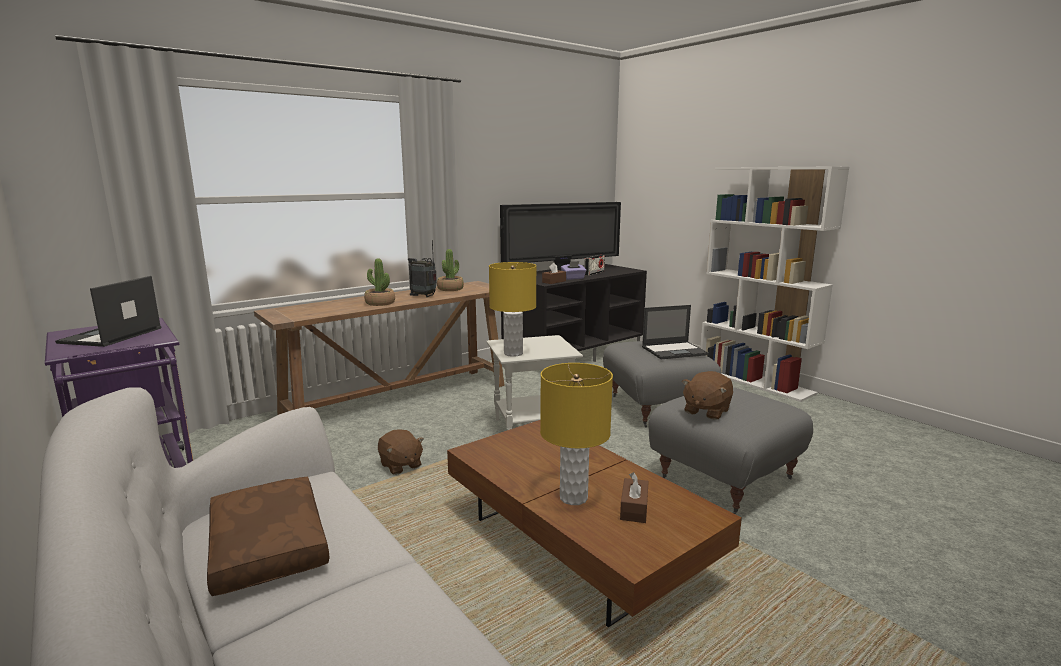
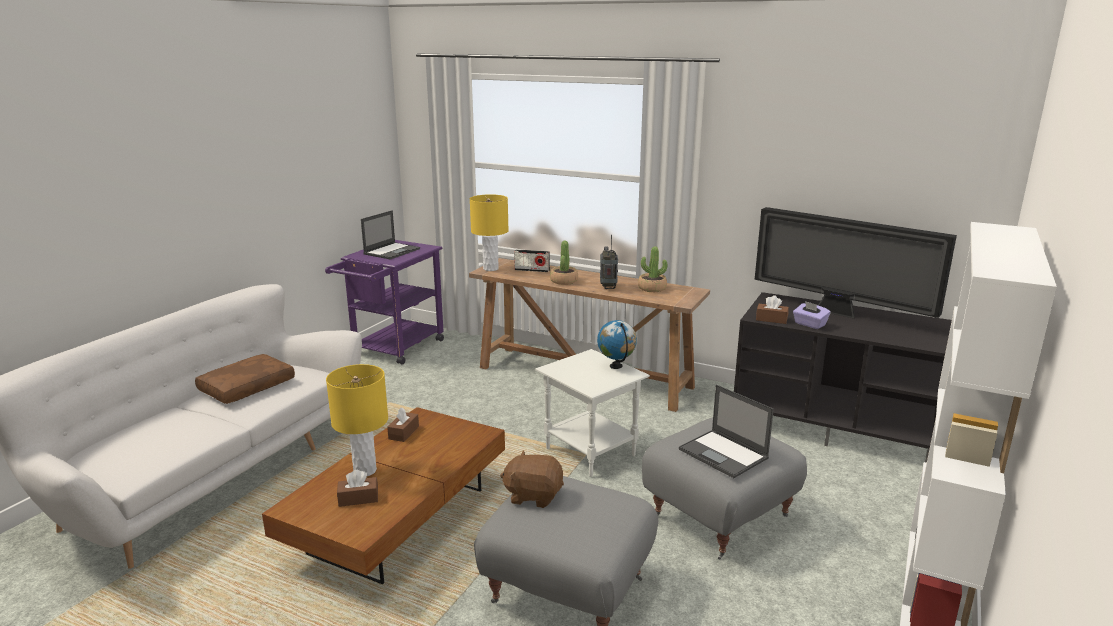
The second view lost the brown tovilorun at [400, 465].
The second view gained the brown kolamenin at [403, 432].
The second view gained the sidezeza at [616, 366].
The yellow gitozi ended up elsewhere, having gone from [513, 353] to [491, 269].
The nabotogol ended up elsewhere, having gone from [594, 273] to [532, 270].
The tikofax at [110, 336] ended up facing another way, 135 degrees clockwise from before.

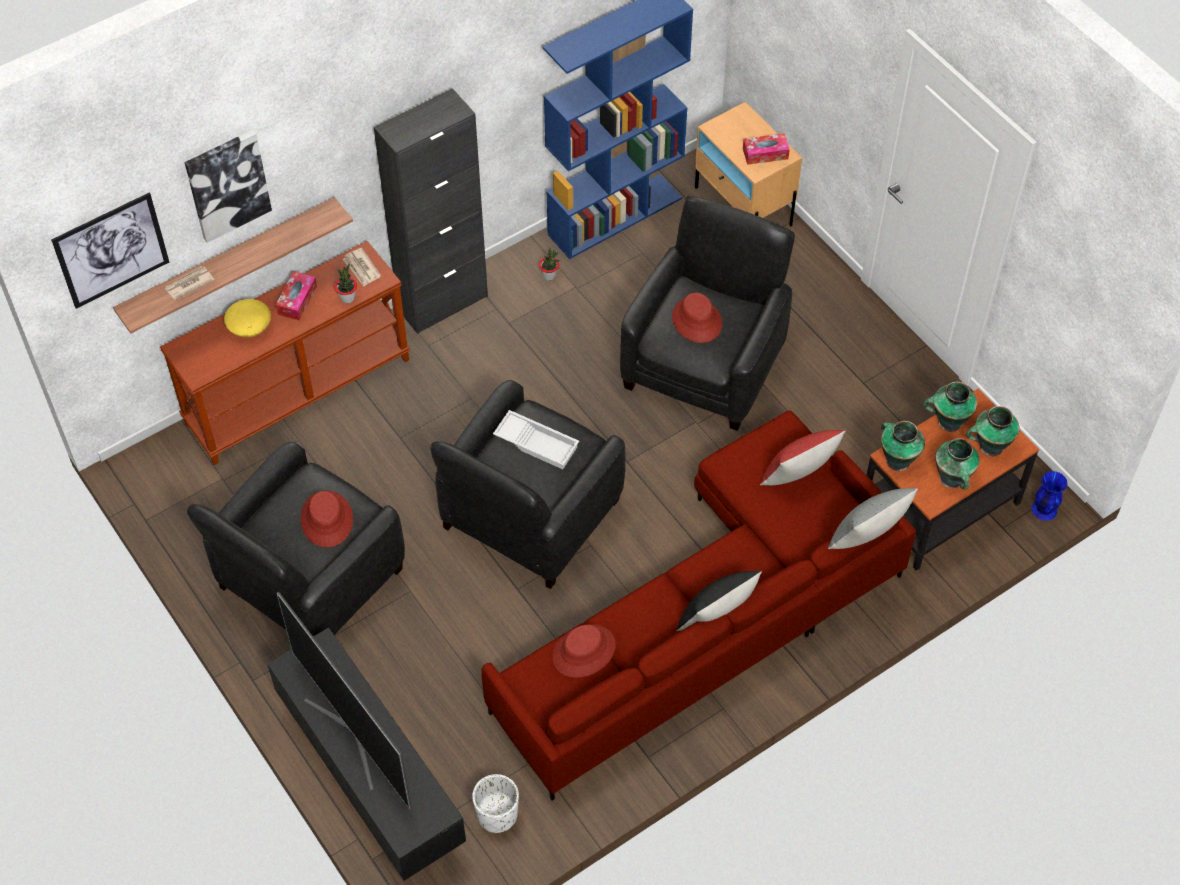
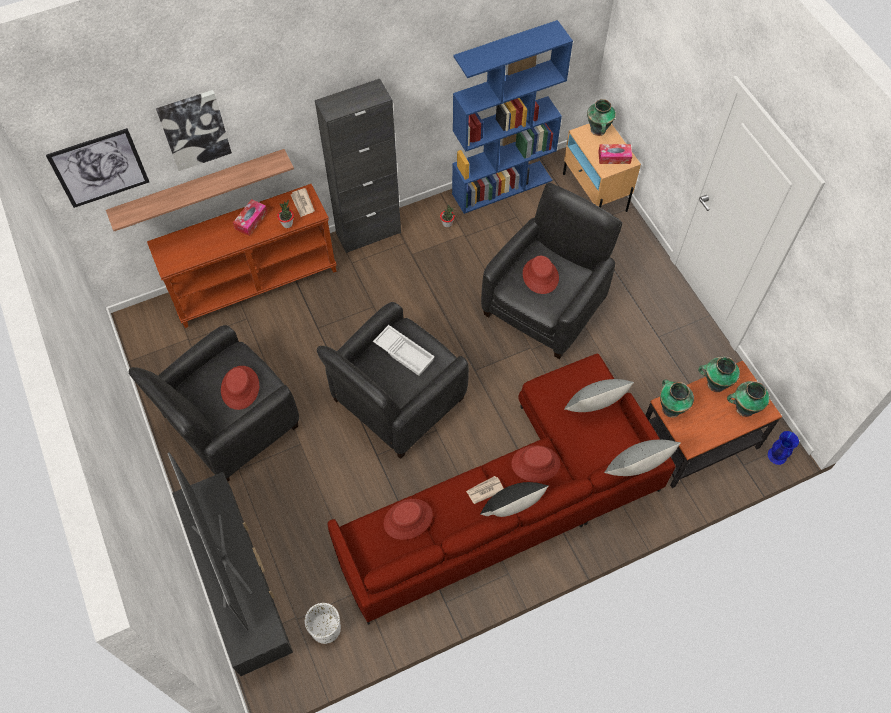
The second view lost the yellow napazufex at [249, 328].
The second view gained the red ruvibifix at [535, 463].
The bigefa ended up elsewhere, having gone from [188, 284] to [484, 490].
The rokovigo ended up elsewhere, having gone from [952, 480] to [598, 131].
What was the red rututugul at [798, 478] turned into the grey rututugul at [594, 408].

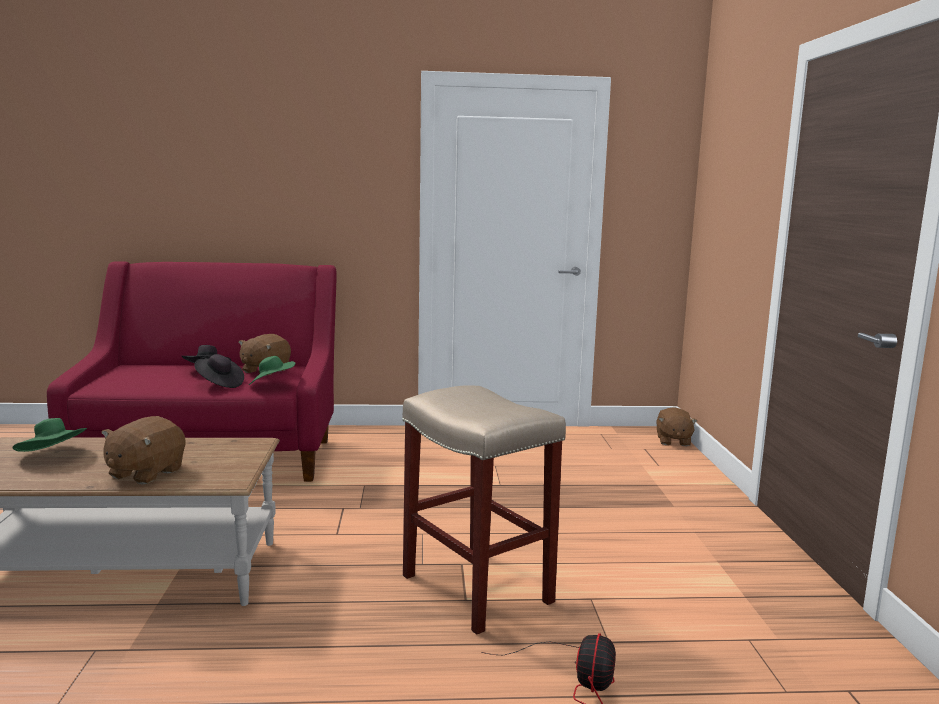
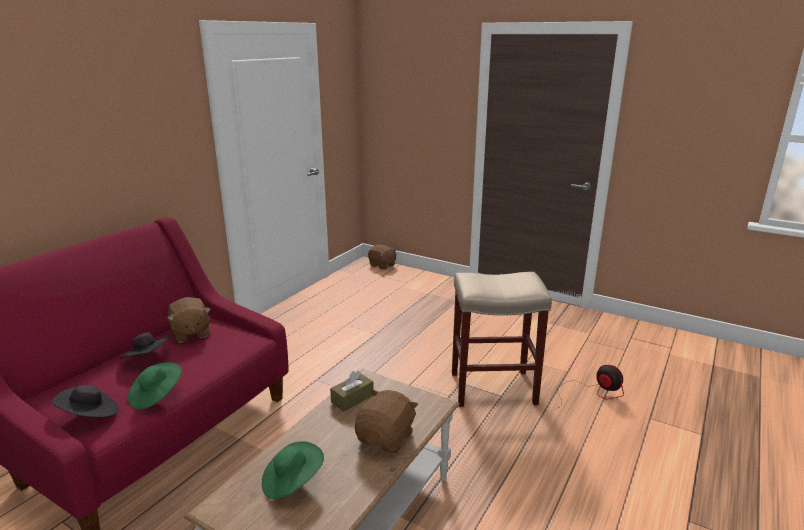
The second view gained the brown kolamenin at [352, 399].
The black ruvibifix ended up elsewhere, having gone from [219, 384] to [90, 415].
The green ruvibifix ended up elsewhere, having gone from [272, 385] to [156, 396].
The brown tovilorun at [145, 473] ended up facing another way, 120 degrees counterclockwise from before.

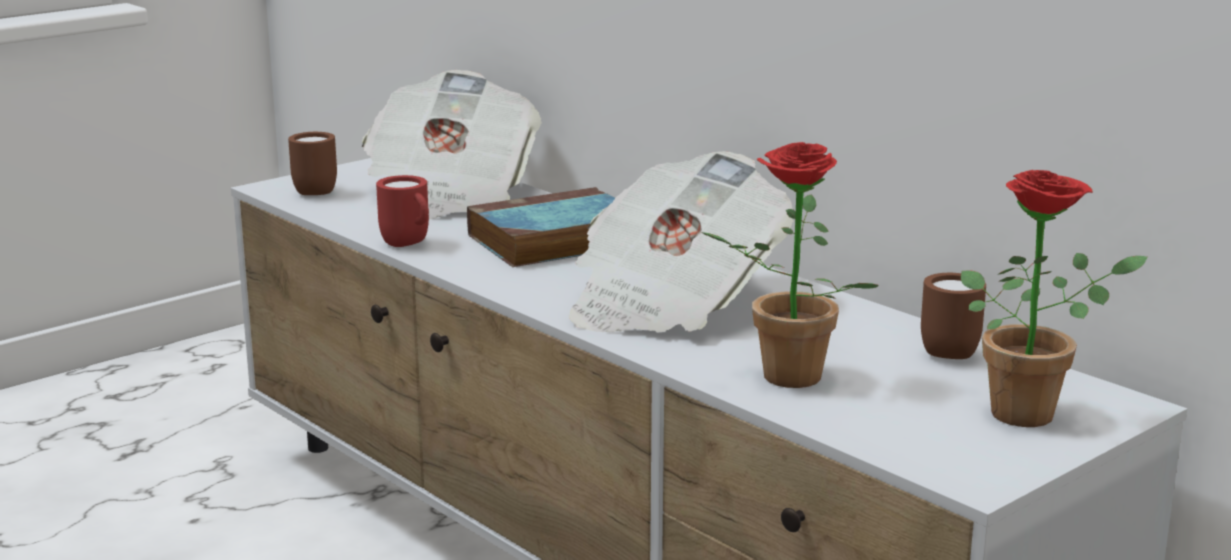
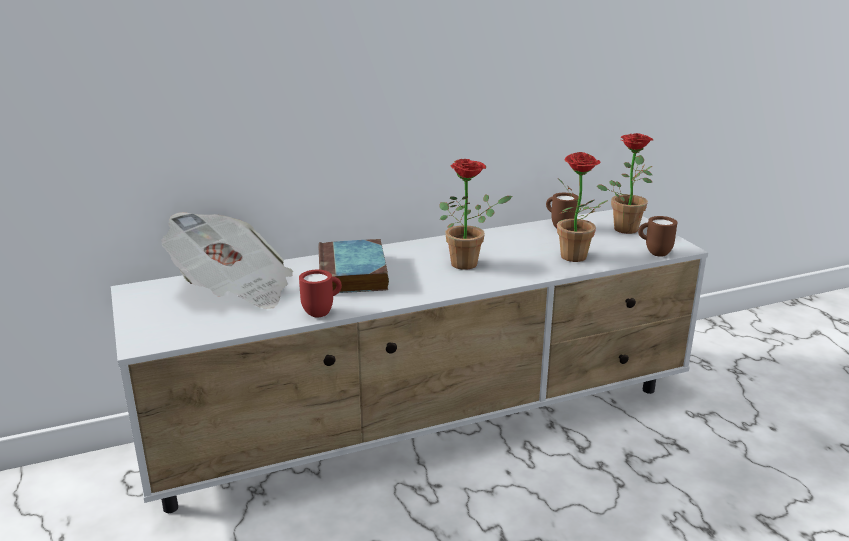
The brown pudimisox ended up elsewhere, having gone from [315, 191] to [654, 253].
Where the bigefa stood at [671, 302], the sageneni came to stand at [470, 263].

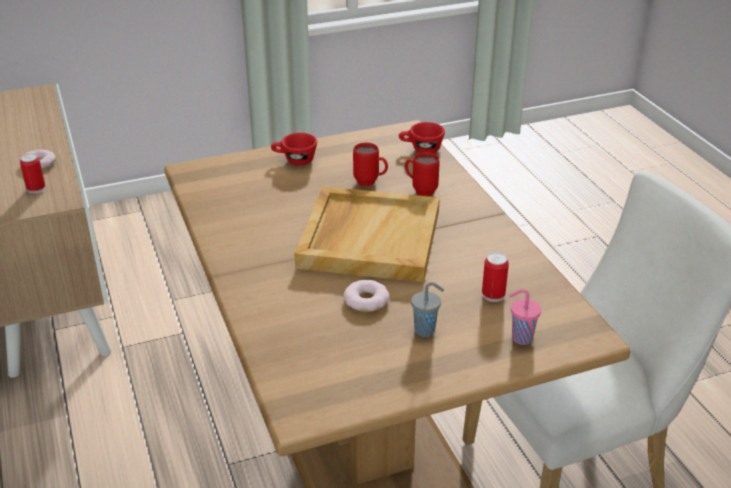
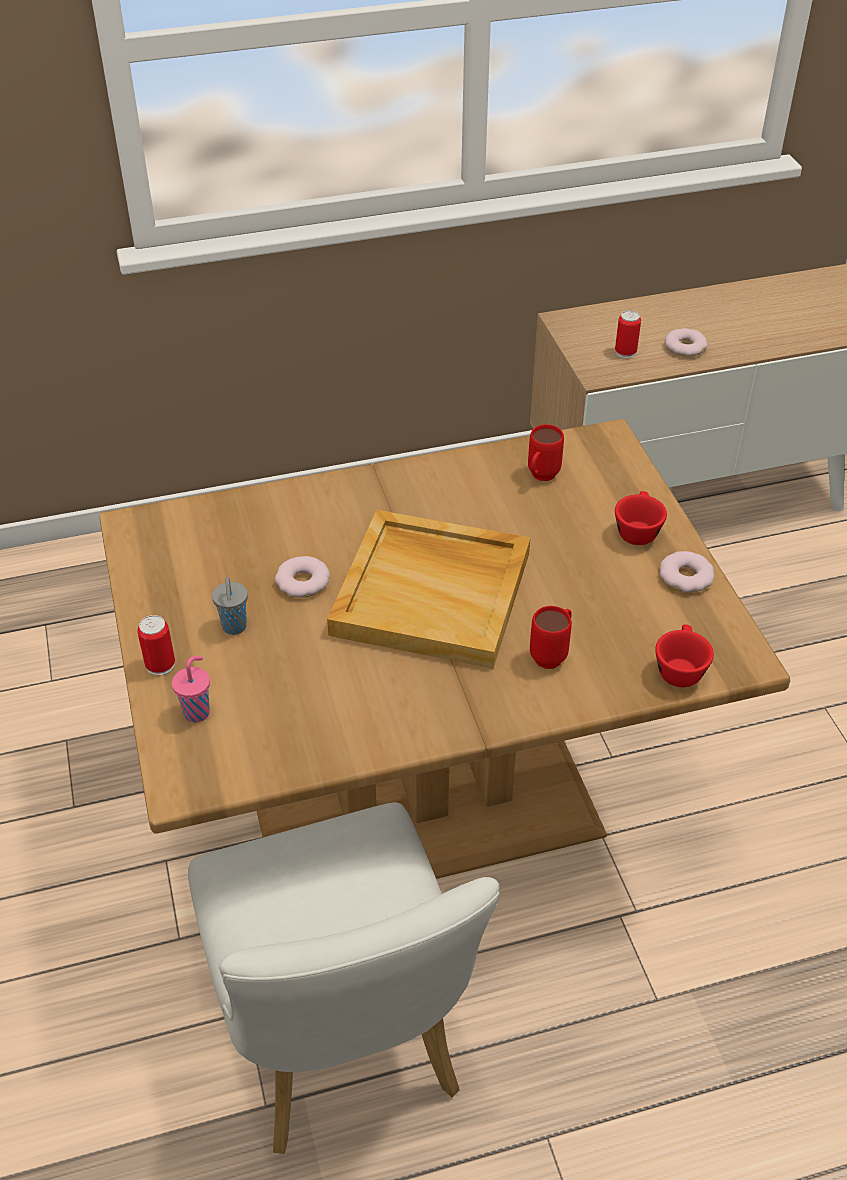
The second view gained the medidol at [686, 577].
The red pudimisox ended up elsewhere, having gone from [370, 183] to [540, 478].
The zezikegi ended up elsewhere, having gone from [493, 295] to [160, 665].

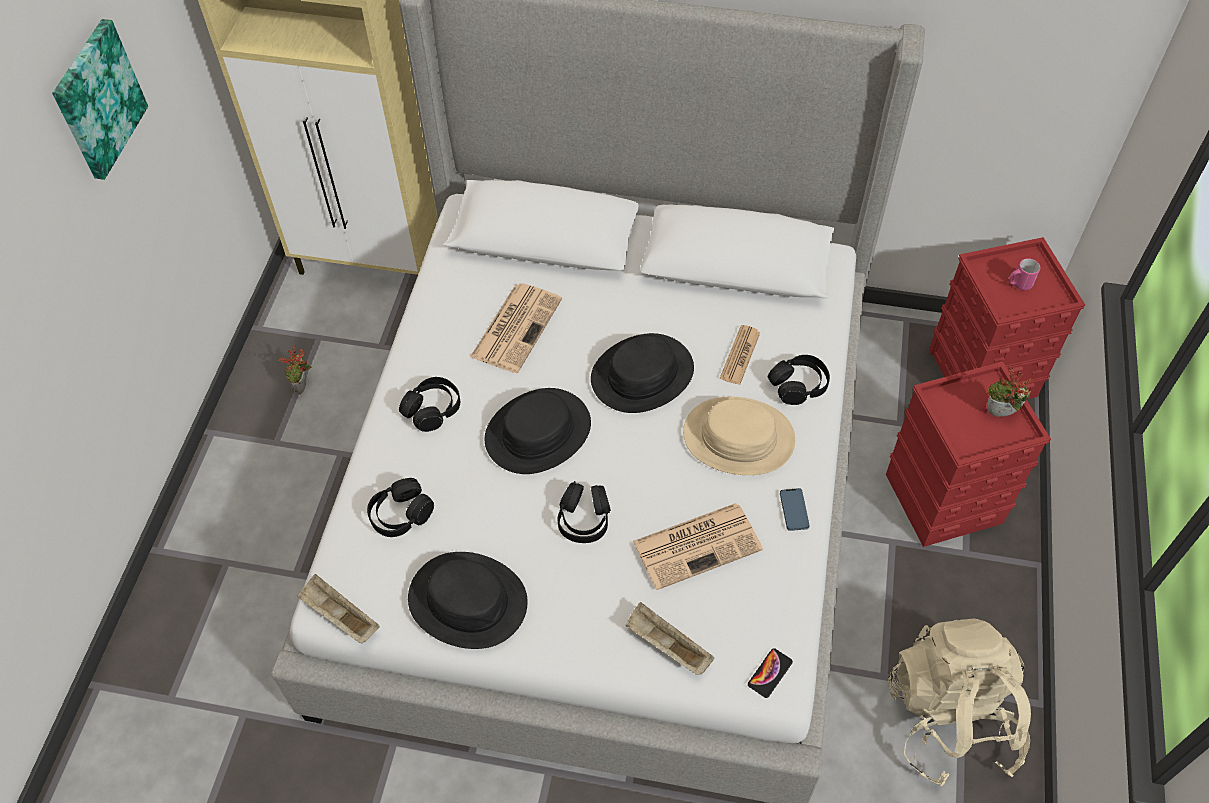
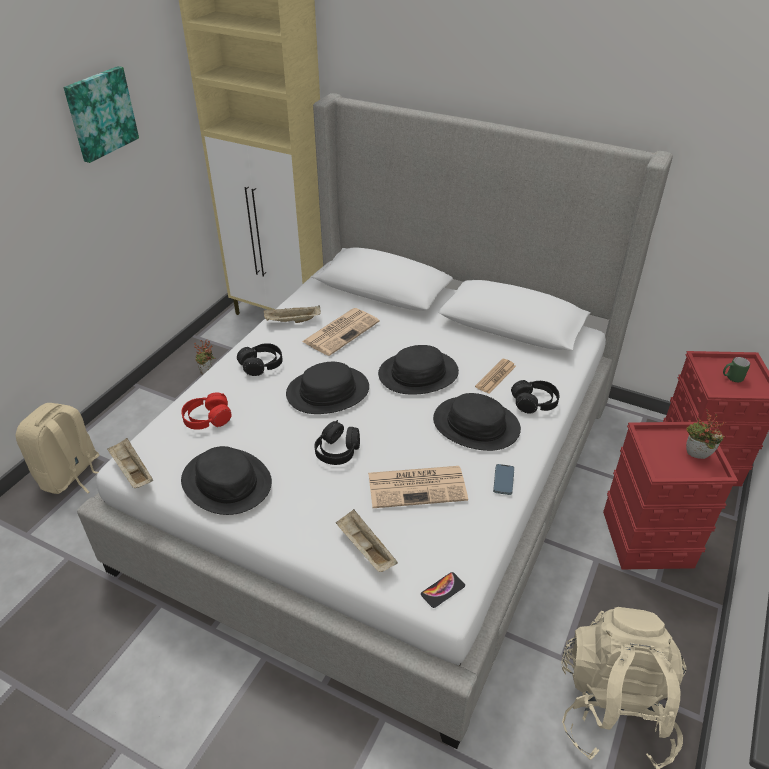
The second view gained the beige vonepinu at [71, 475].
The second view gained the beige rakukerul at [292, 321].
What was the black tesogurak at [401, 514] turned into the red tesogurak at [207, 419].
What was the beige ruvibifix at [738, 437] turned into the black ruvibifix at [476, 425].
What was the pink pudimisox at [1018, 284] turned into the green pudimisox at [731, 378].

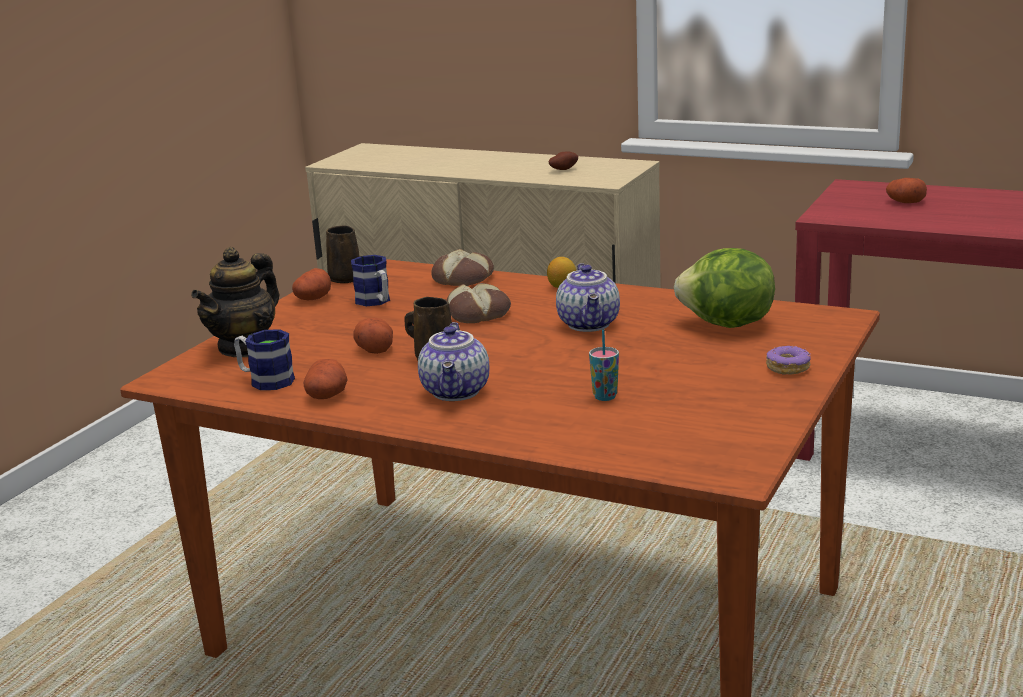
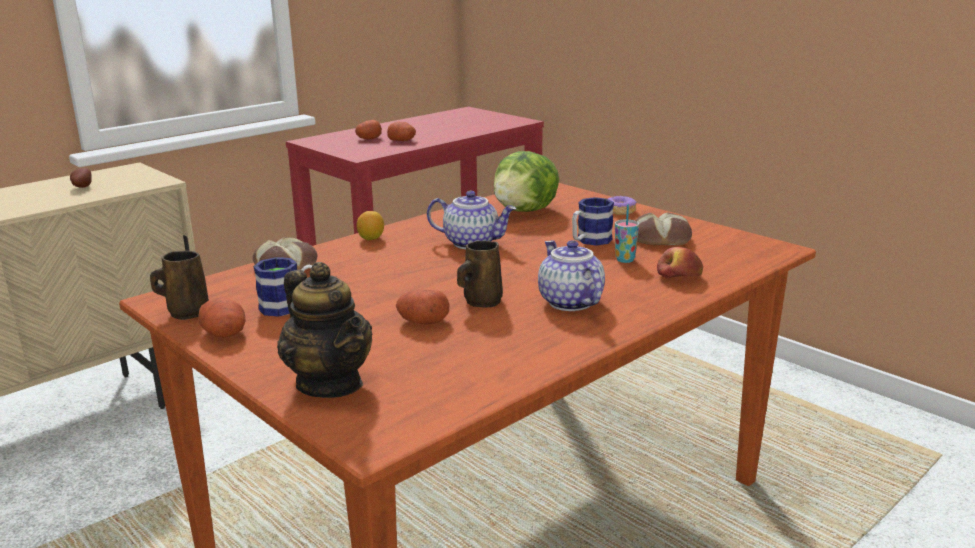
The second view gained the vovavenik at [679, 277].
The pudimisox ended up elsewhere, having gone from [265, 380] to [589, 241].
The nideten ended up elsewhere, having gone from [327, 395] to [402, 140].
The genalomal ended up elsewhere, having gone from [479, 313] to [661, 238].
The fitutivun at [457, 392] ended up facing another way, 135 degrees counterclockwise from before.

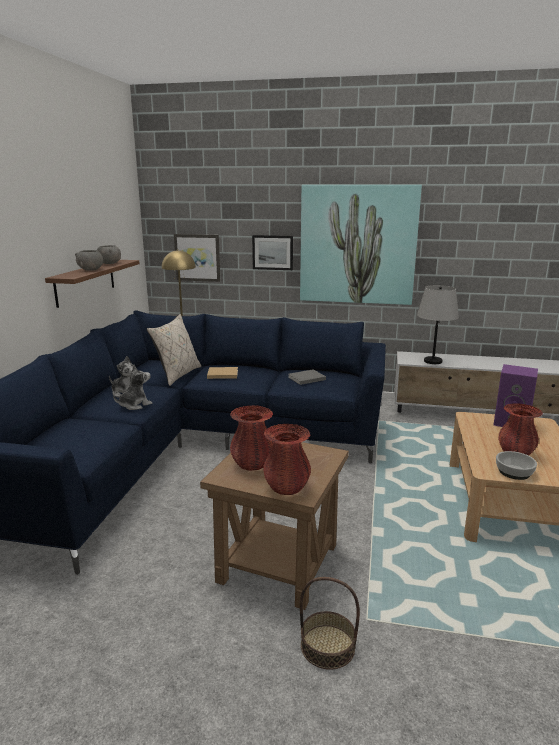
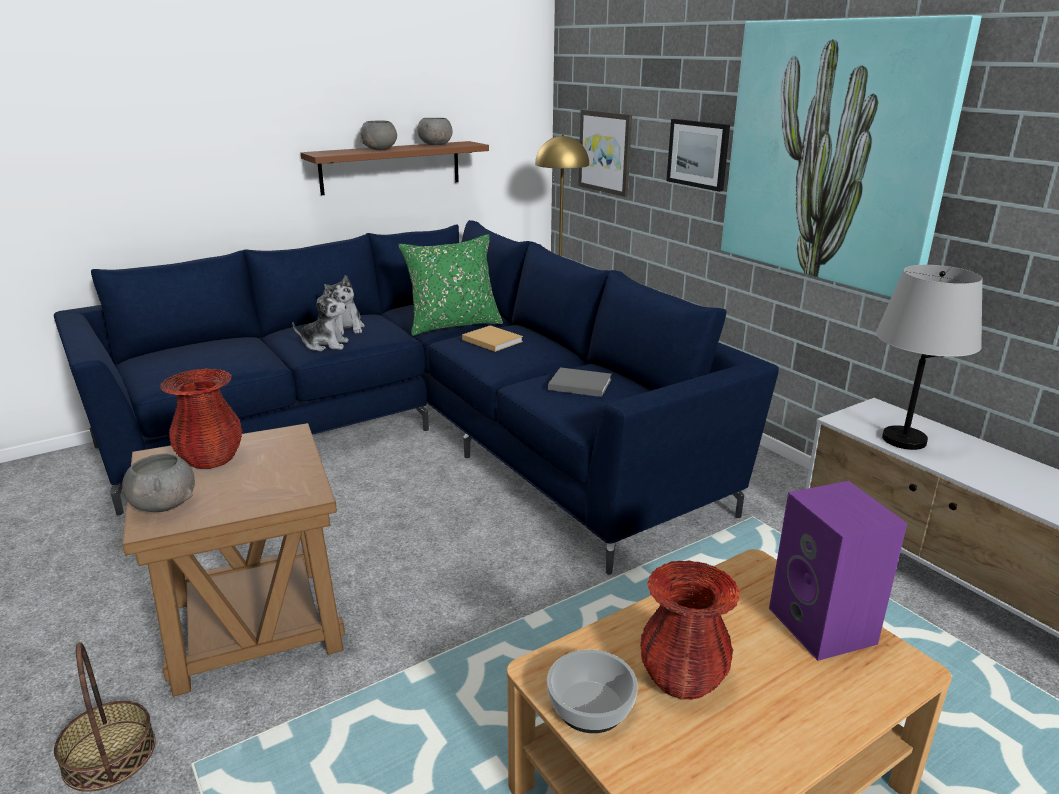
Where the red rokovigo stood at [286, 487], the grey napazufex came to stand at [164, 505].
What was the beige rututugul at [177, 375] turned into the green rututugul at [453, 325].

